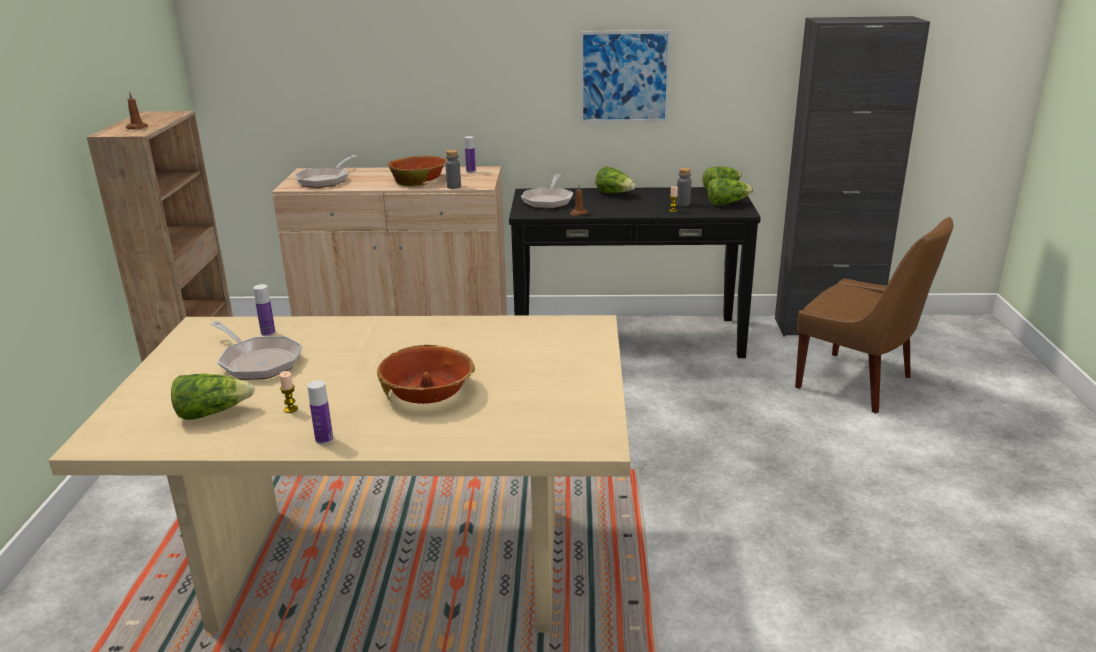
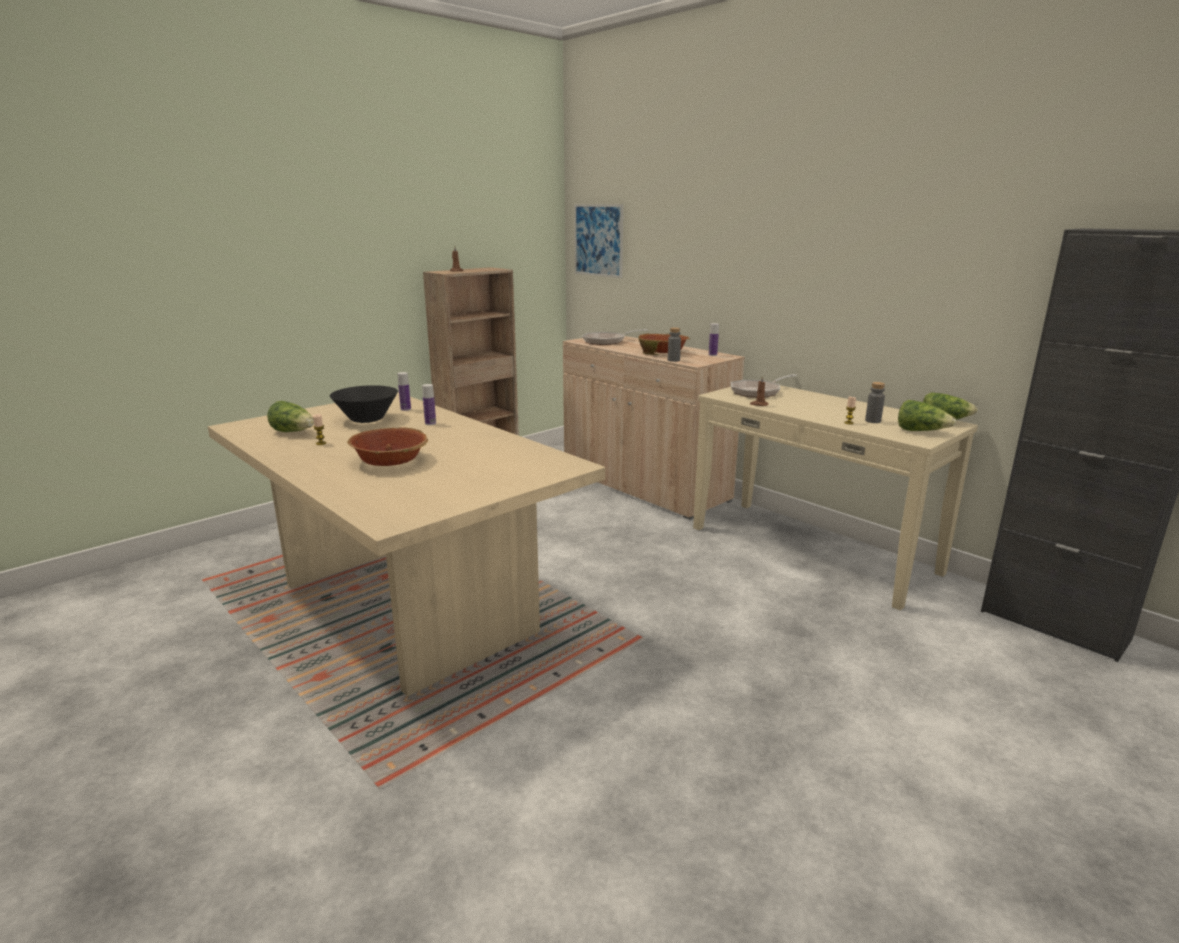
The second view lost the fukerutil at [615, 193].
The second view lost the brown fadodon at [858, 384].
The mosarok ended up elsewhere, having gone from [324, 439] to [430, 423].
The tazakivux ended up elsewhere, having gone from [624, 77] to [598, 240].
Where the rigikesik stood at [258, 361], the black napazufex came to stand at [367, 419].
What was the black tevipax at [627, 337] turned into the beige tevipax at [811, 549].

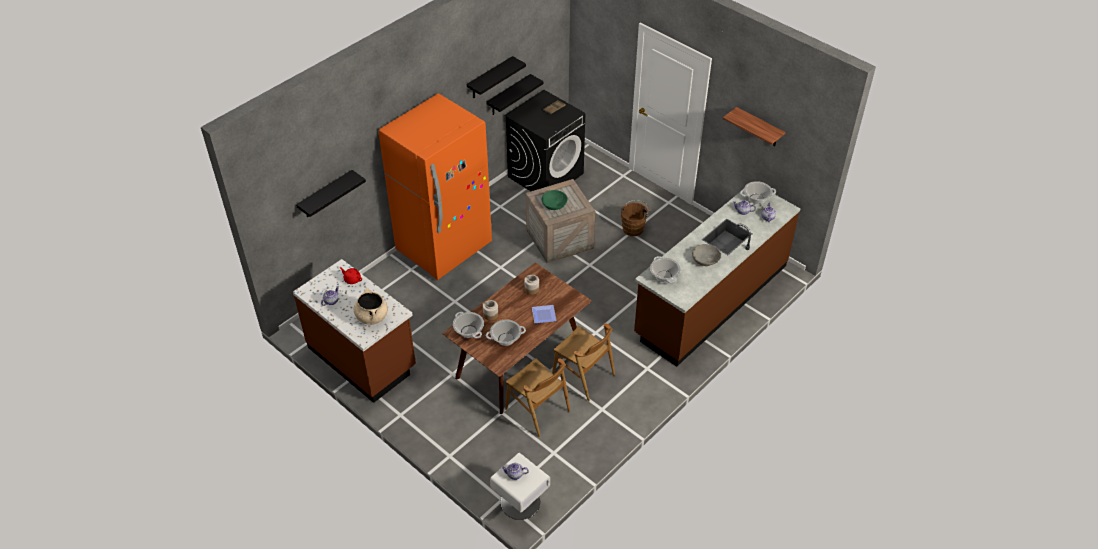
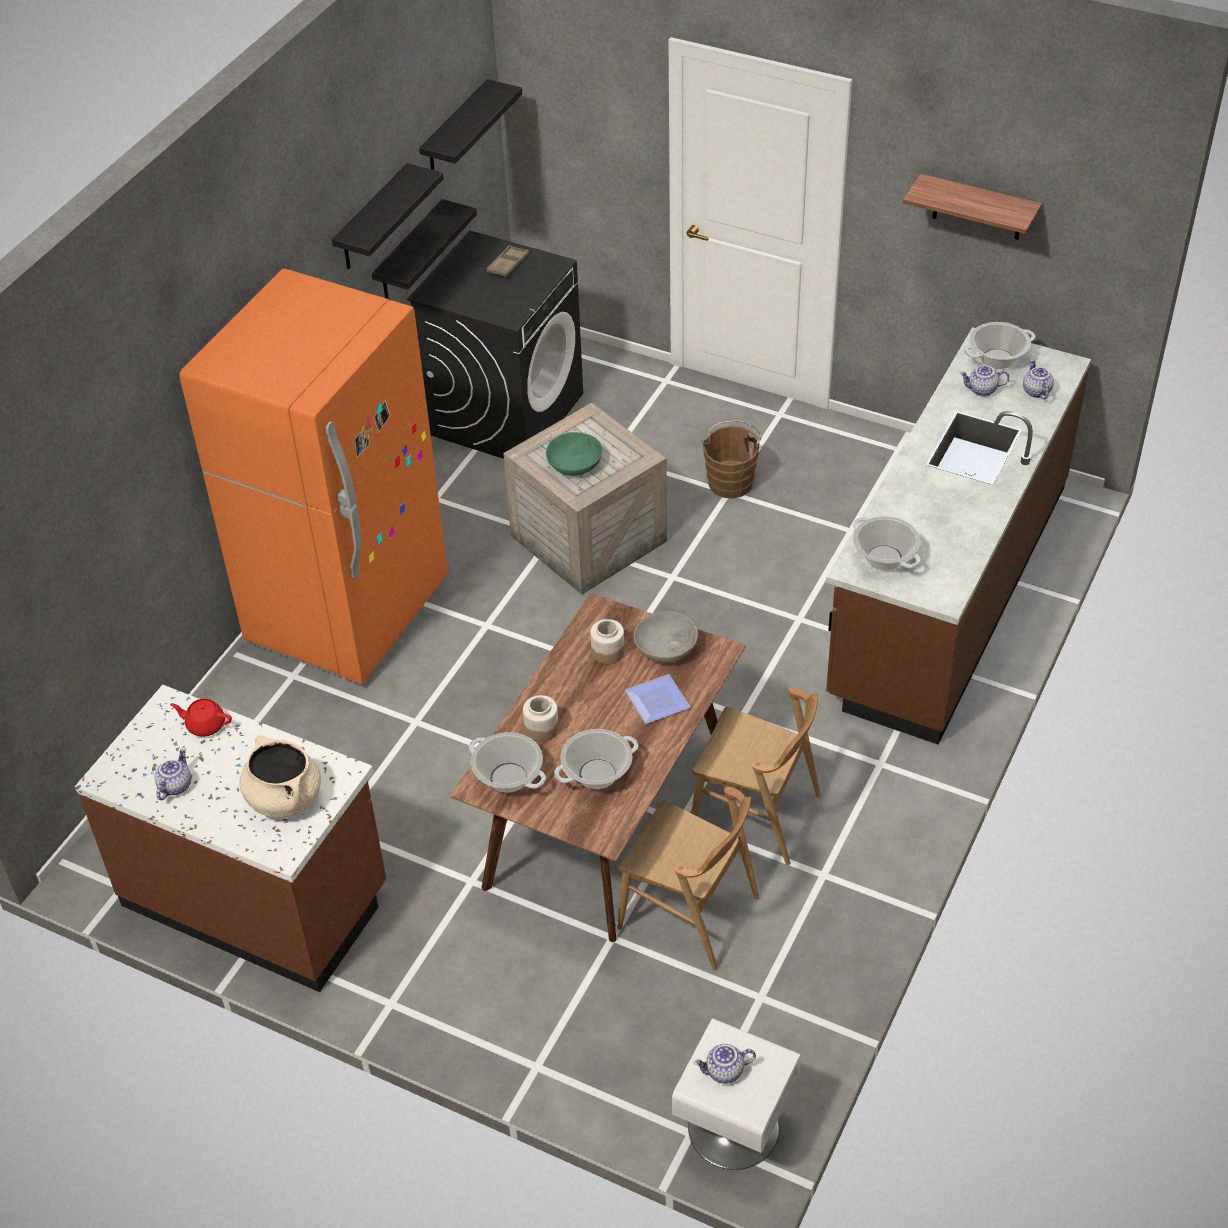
The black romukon ended up elsewhere, having gone from [326, 195] to [455, 132].
The grey napazufex ended up elsewhere, having gone from [705, 260] to [666, 647].

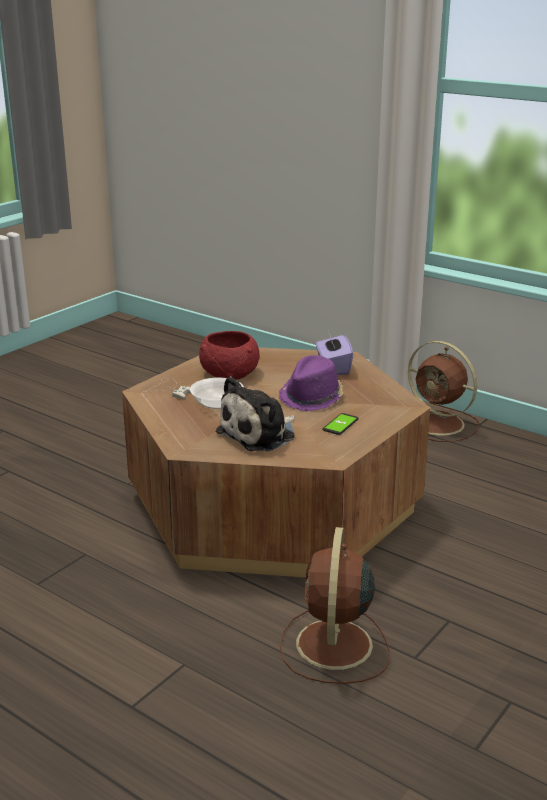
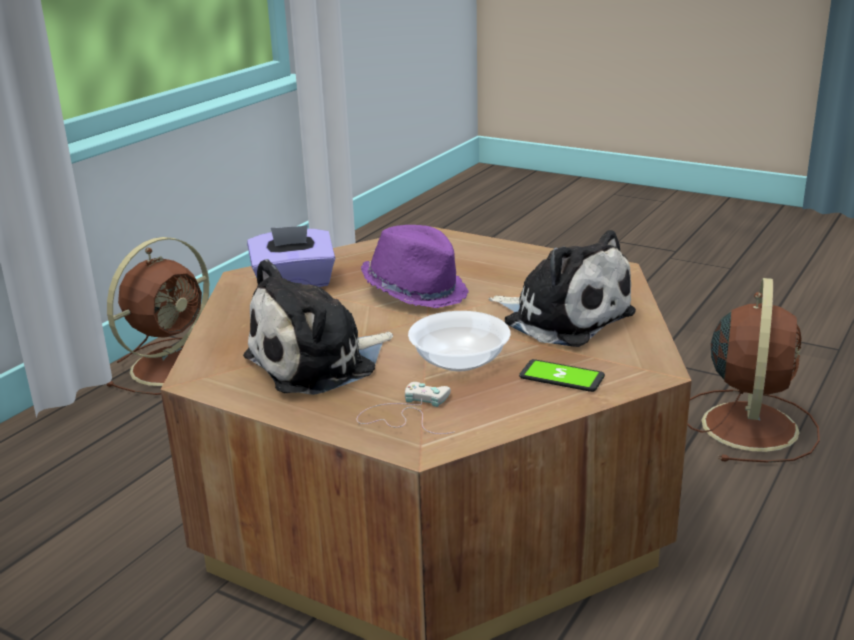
The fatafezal ended up elsewhere, having gone from [340, 425] to [561, 377].
Where the red napazufex stood at [229, 373], the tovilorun came to stand at [318, 363].
The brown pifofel at [334, 646] ended up facing another way, 75 degrees counterclockwise from before.

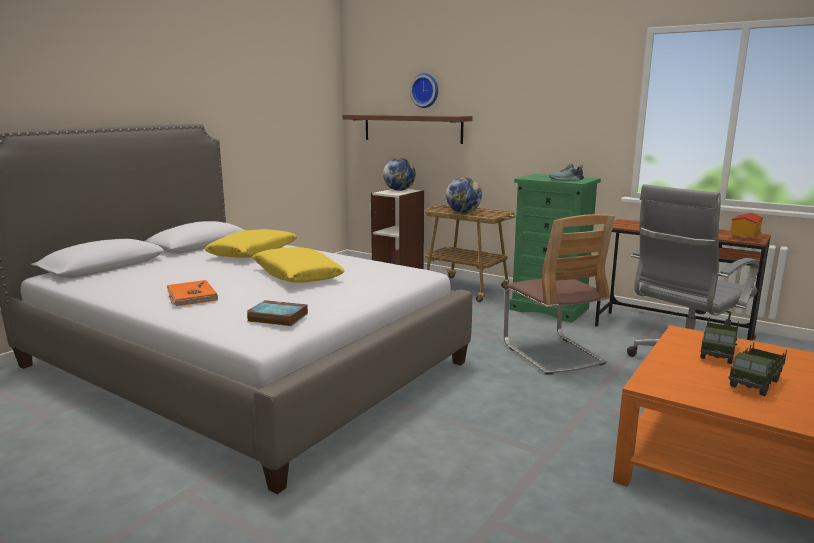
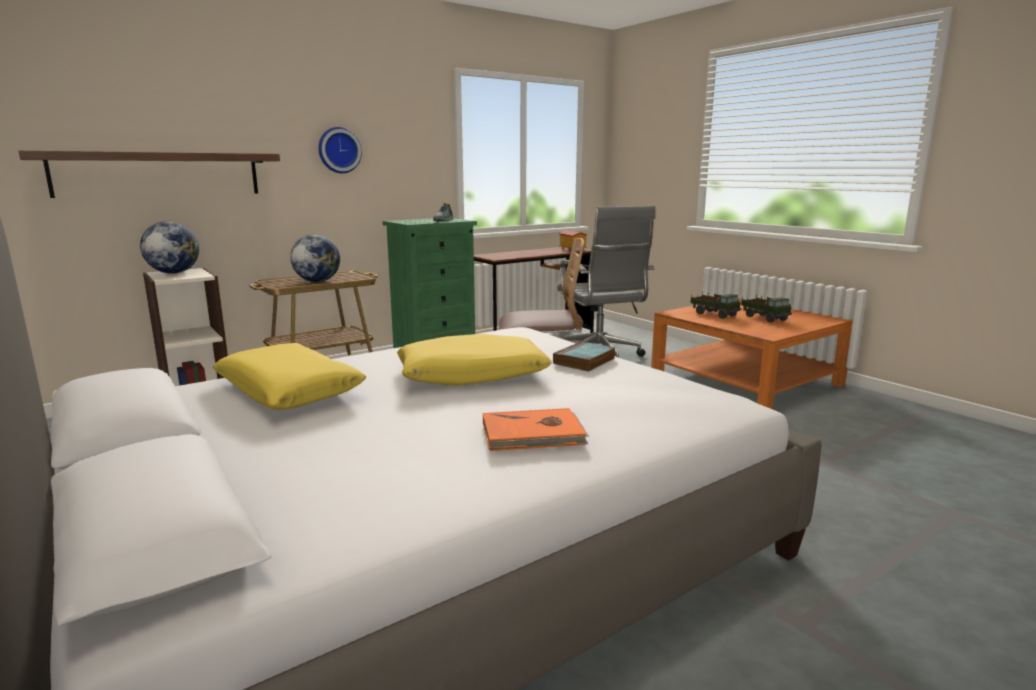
The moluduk ended up elsewhere, having gone from [276, 317] to [584, 361].
The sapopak ended up elsewhere, having gone from [425, 90] to [338, 150].

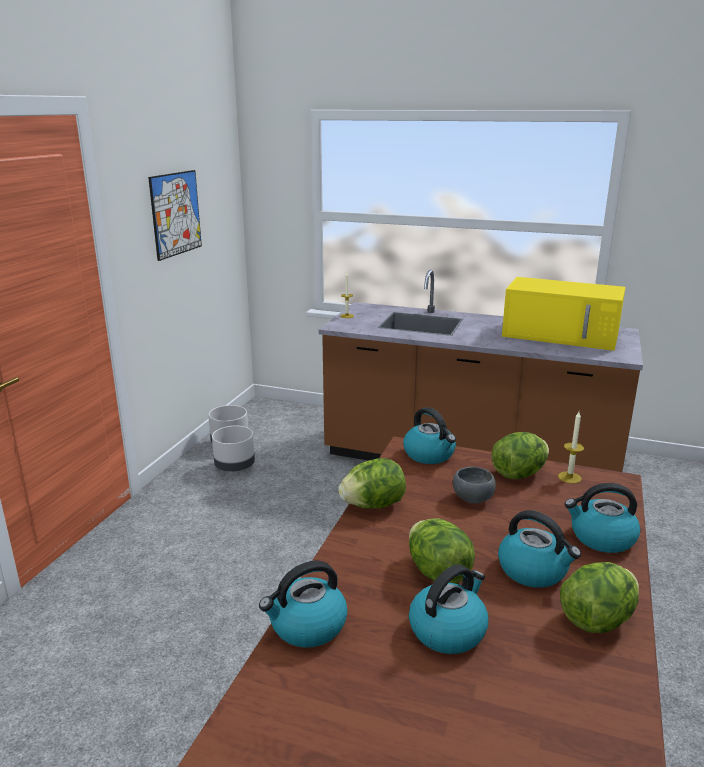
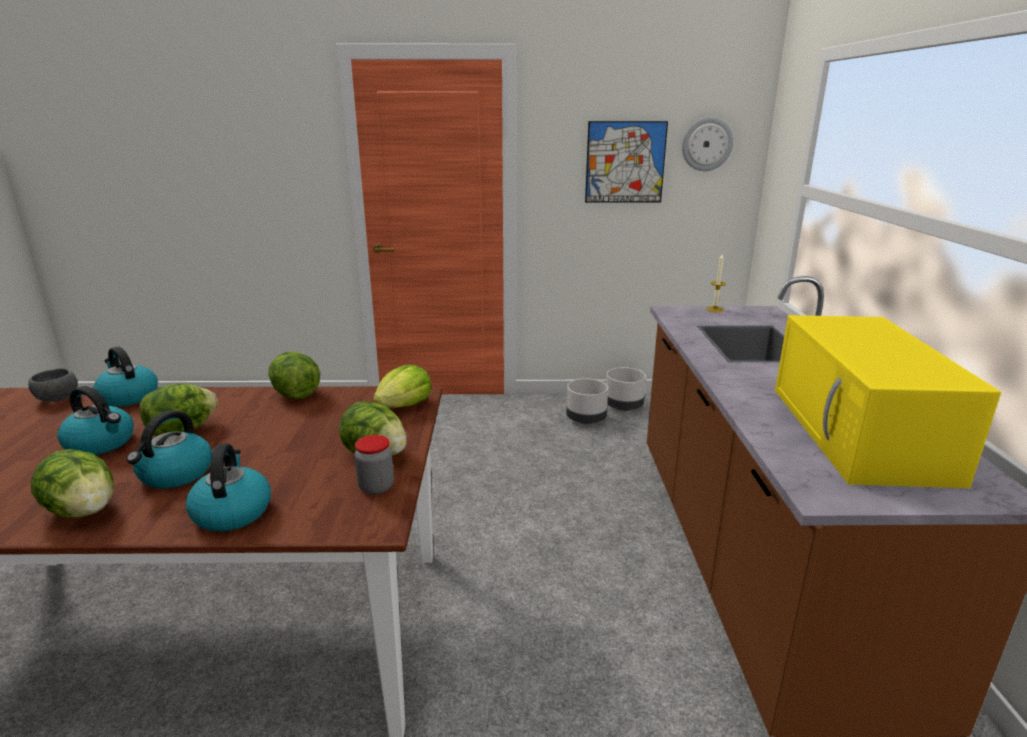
The second view gained the sapopak at [707, 144].
The grey napazufex ended up elsewhere, having gone from [472, 499] to [56, 399].
Where the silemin stood at [429, 454], the fukerutil came to stand at [404, 405].
Where the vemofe stood at [569, 477], the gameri came to stand at [376, 487].

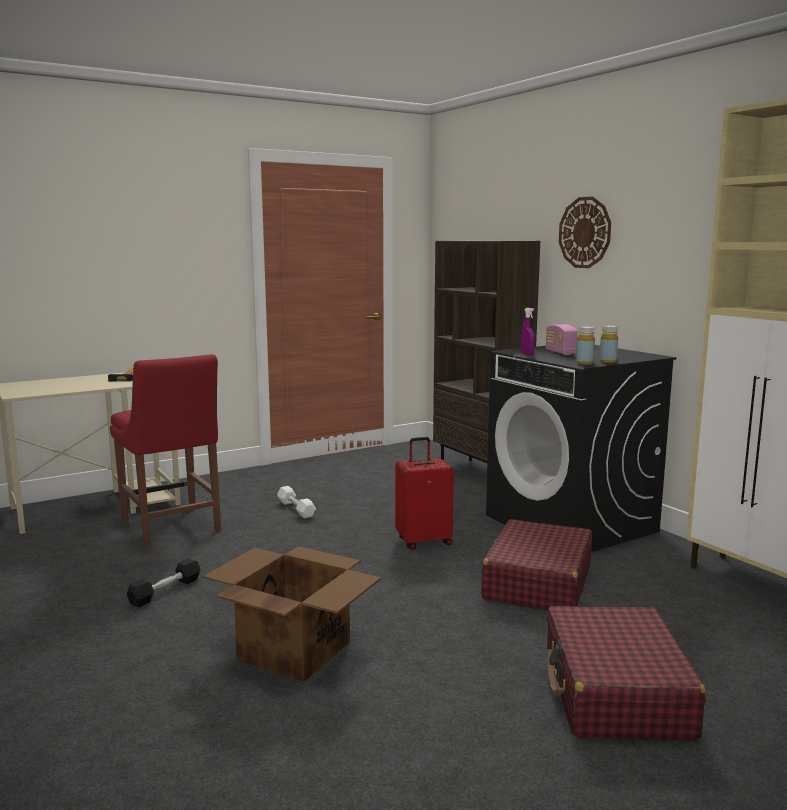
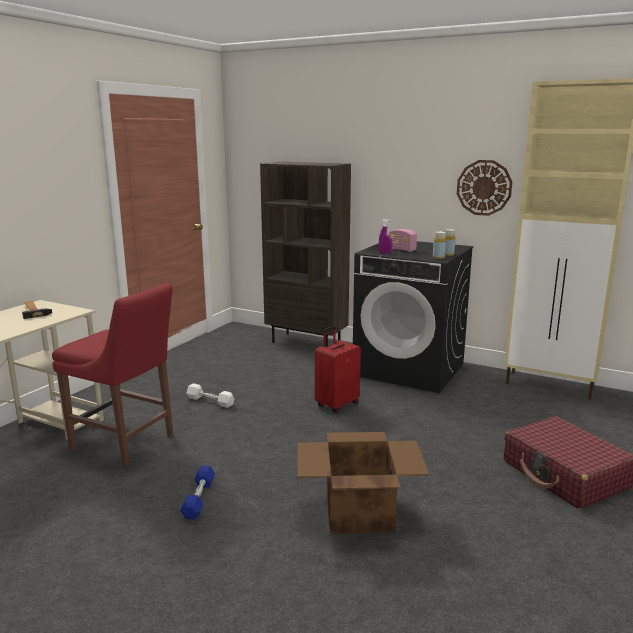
The second view lost the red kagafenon at [537, 583].
The sapopak ended up elsewhere, having gone from [585, 232] to [484, 187].
What was the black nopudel at [165, 591] turned into the blue nopudel at [199, 499].

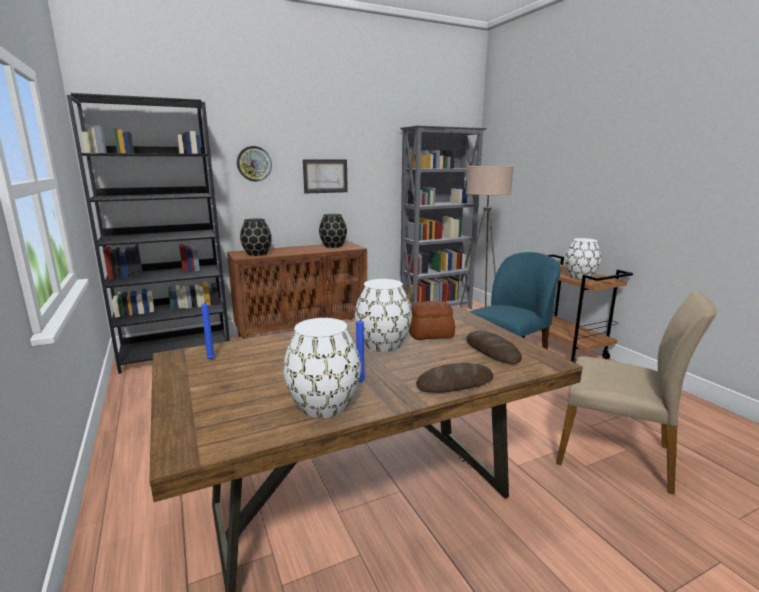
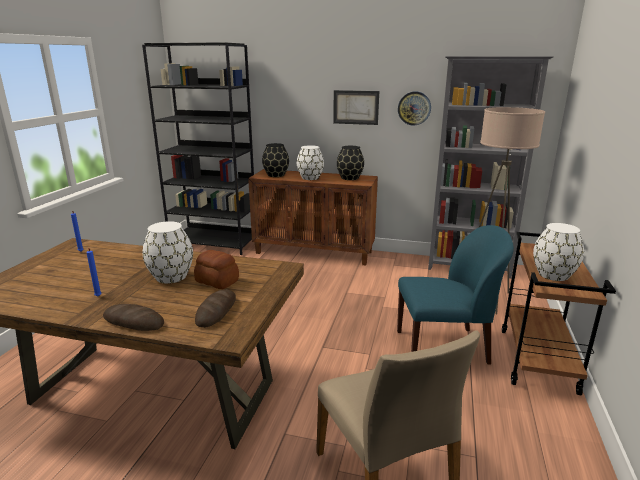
The sapopak ended up elsewhere, having gone from [254, 164] to [414, 108].
The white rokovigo ended up elsewhere, having gone from [324, 406] to [310, 178].

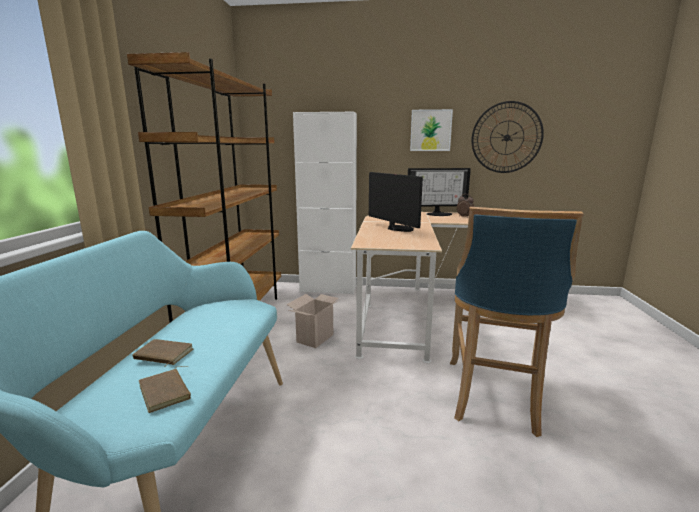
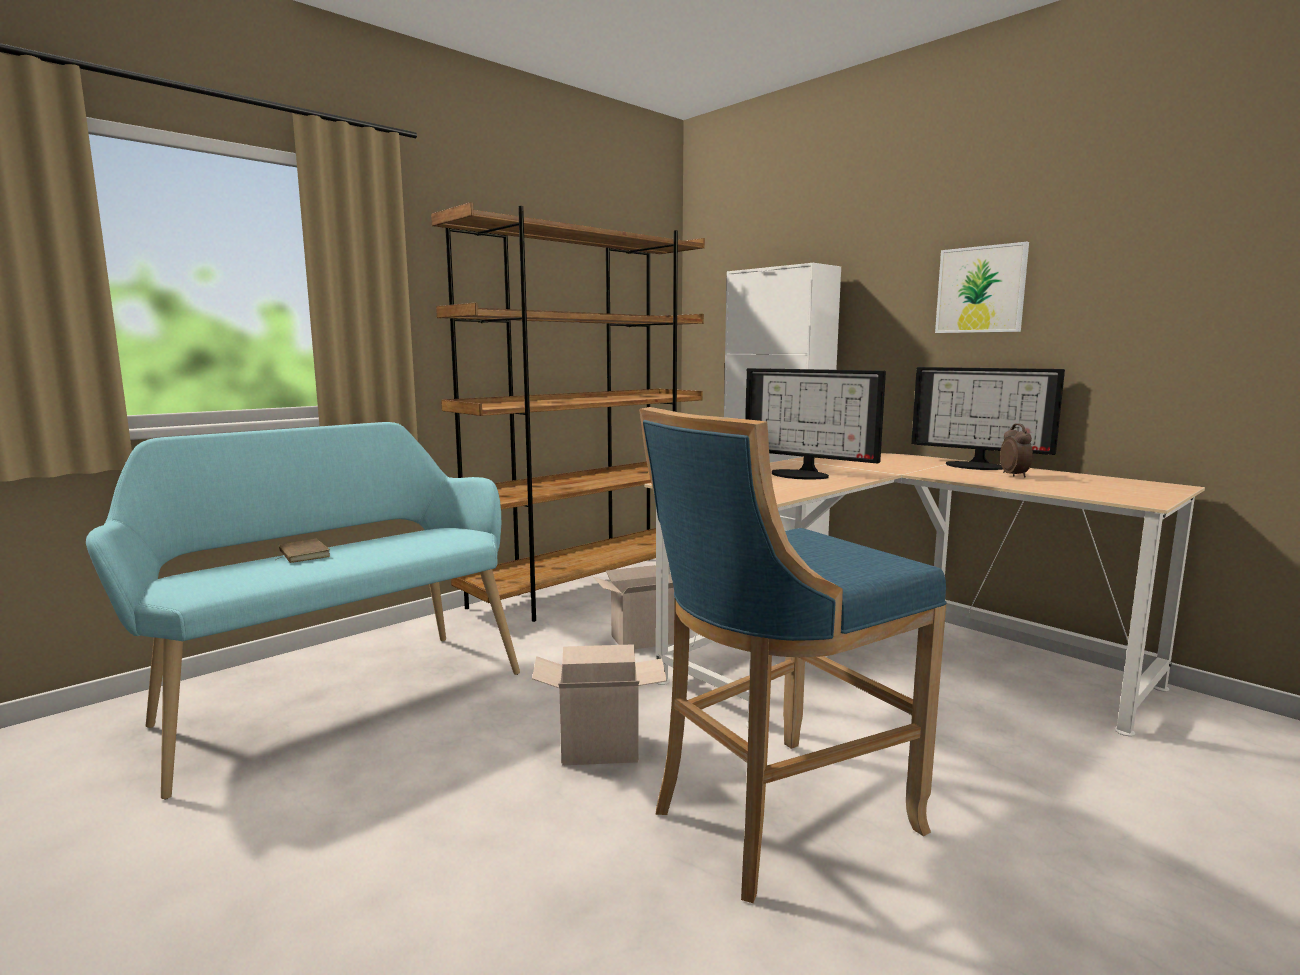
The second view lost the brown moluduk at [167, 392].
The second view lost the sapopak at [506, 137].
The second view gained the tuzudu at [602, 747].
The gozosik at [397, 229] ended up facing another way, 120 degrees clockwise from before.

